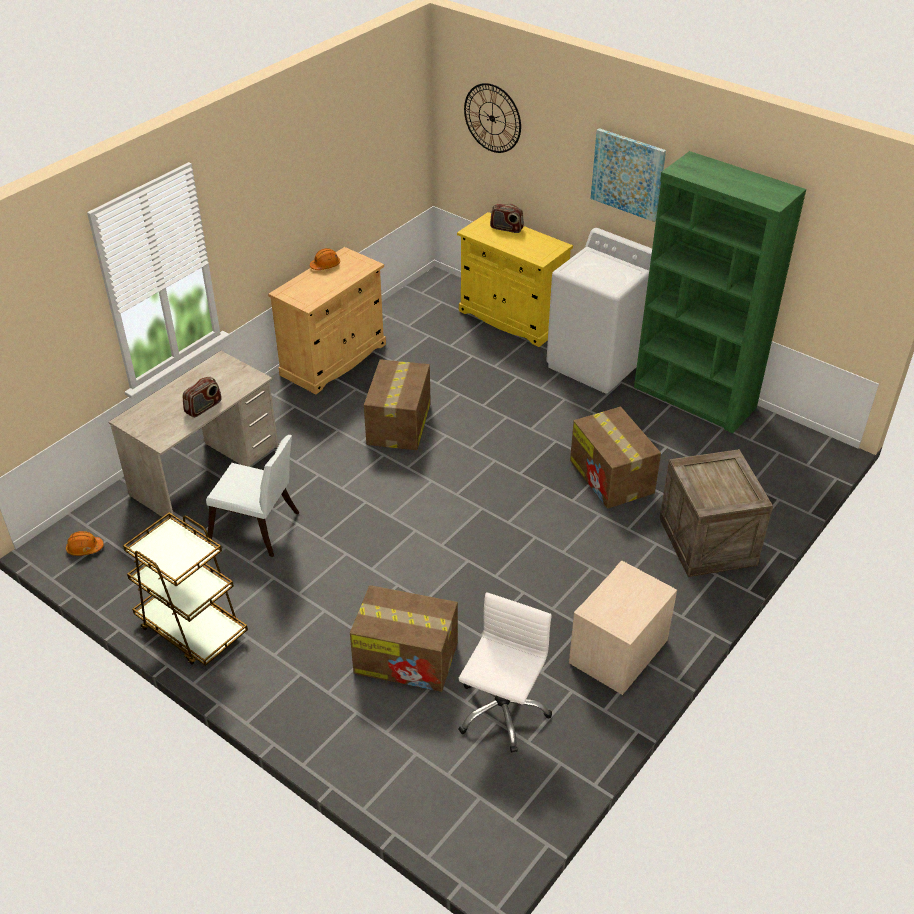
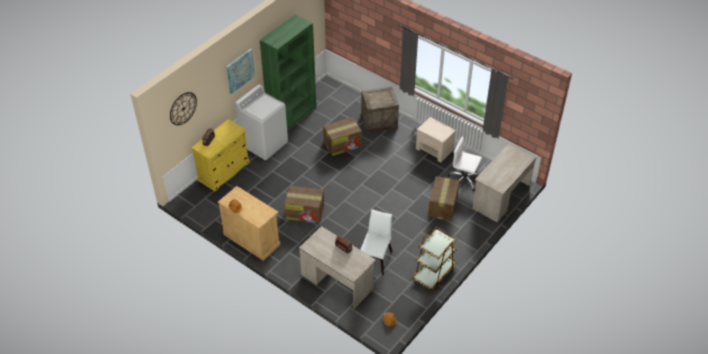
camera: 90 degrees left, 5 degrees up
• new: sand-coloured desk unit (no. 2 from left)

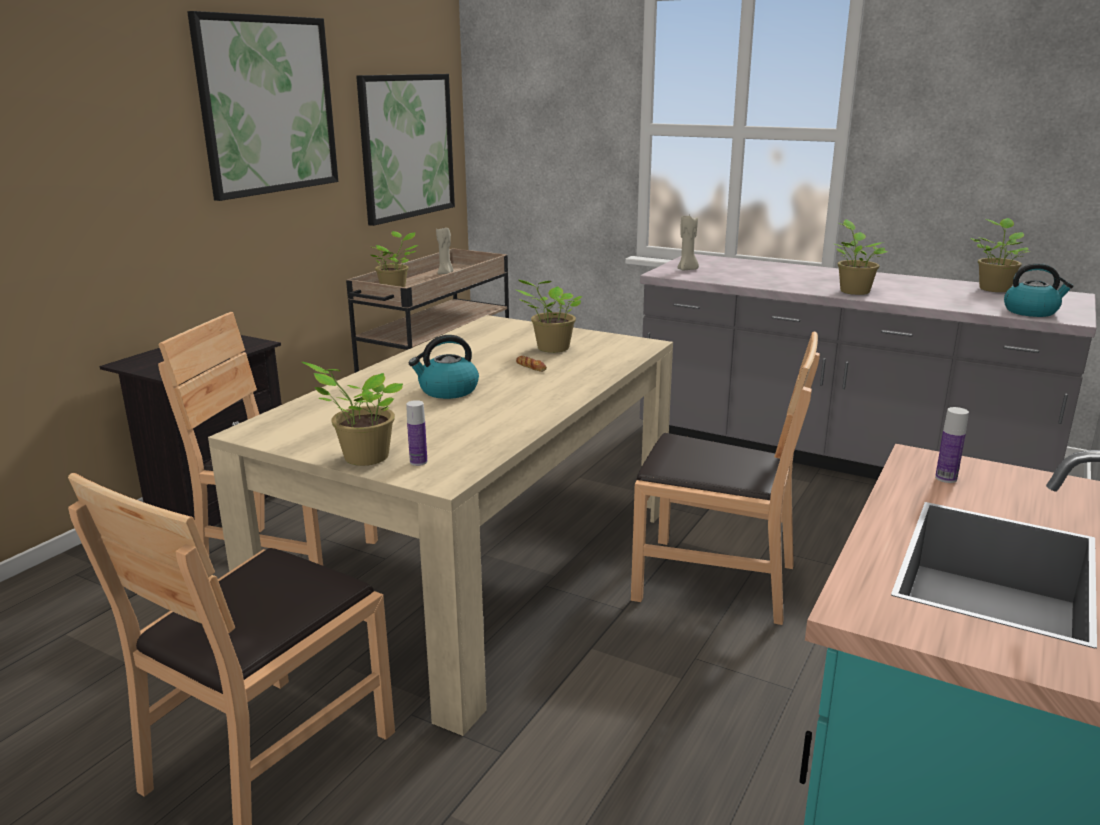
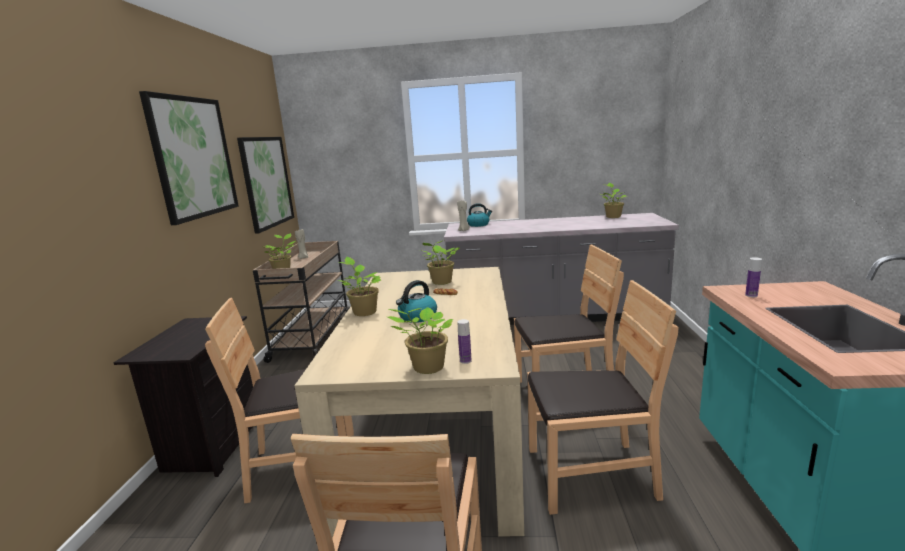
camera: 25 degrees left, 5 degrees down
• shifted: plant in a pot (no. 4 from left in the first image) to plant in a pot (no. 2 from left)
• shifted: kettle (no. 2 from left)
• new: brownish plain chair (no. 4 from left)

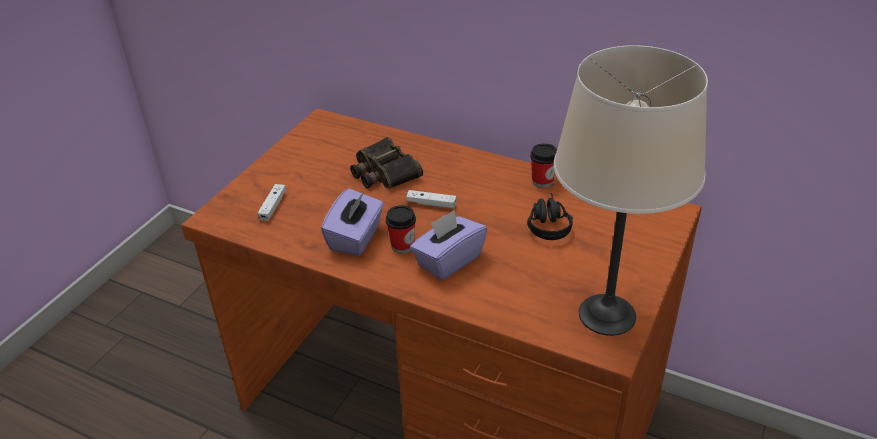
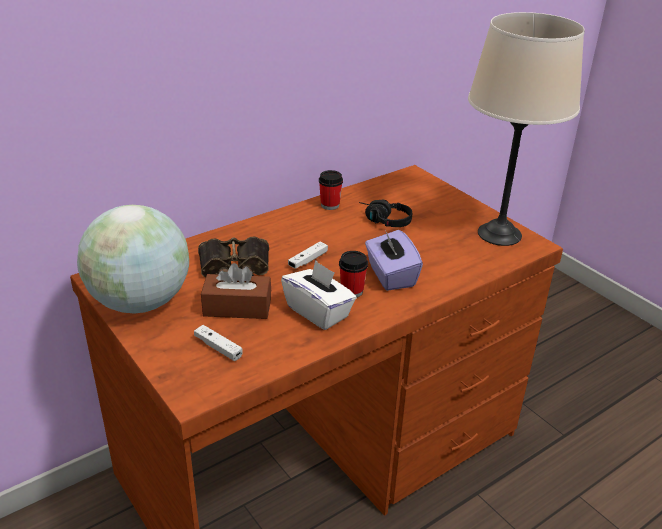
camera: 65 degrees left, 5 degrees down
• repainted: purple tissue box (no. 1 from left) to white tissue box
• new: desk globe
• new: brownish tissue box

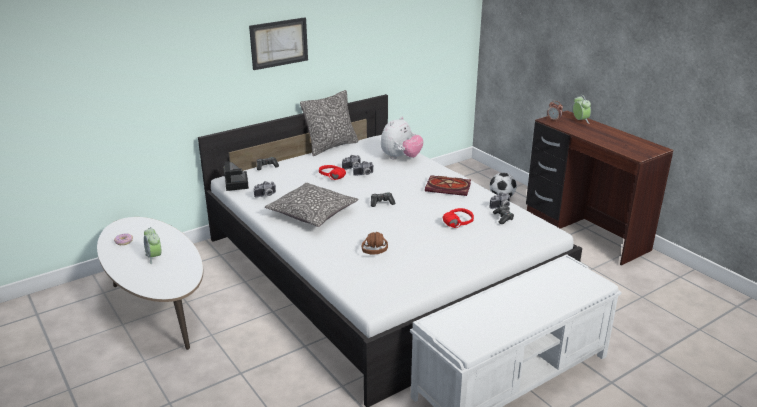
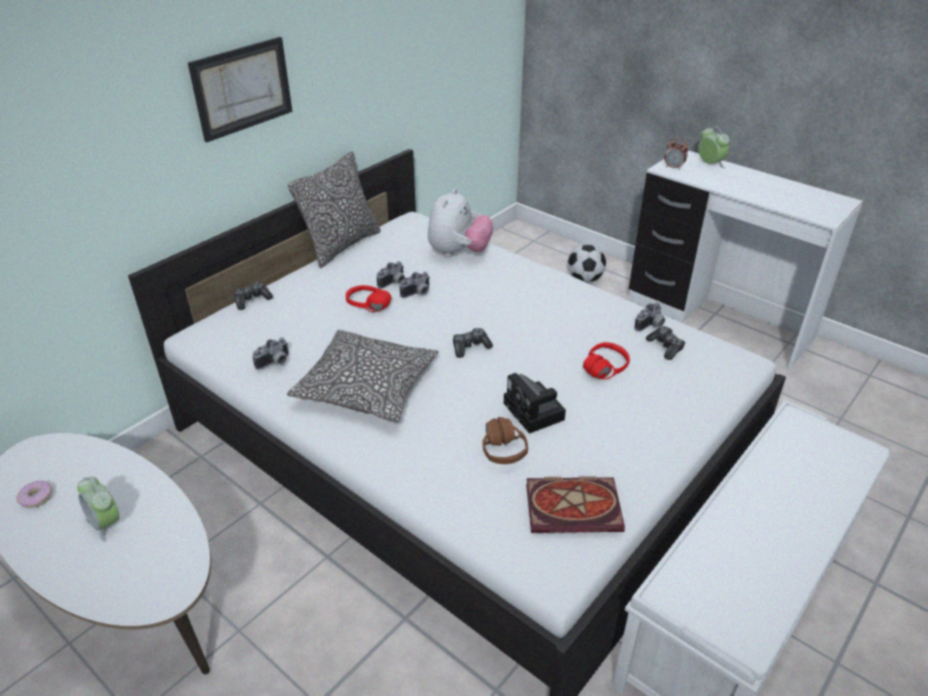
camera: 15 degrees left, 10 degrees up
• shifted: still camera (no. 1 from left in the first image) to still camera (no. 4 from left)
• shifted: bound book
• repainted: brownish desk unit to white desk unit

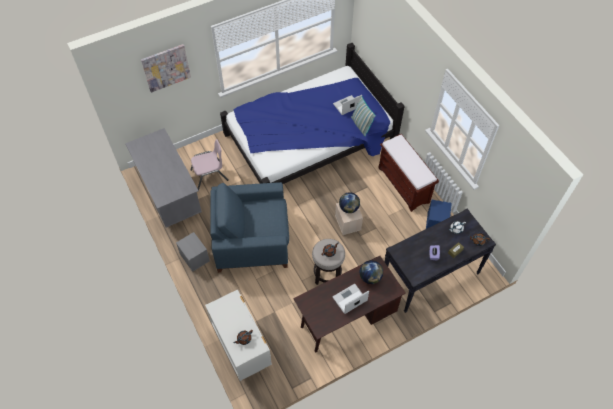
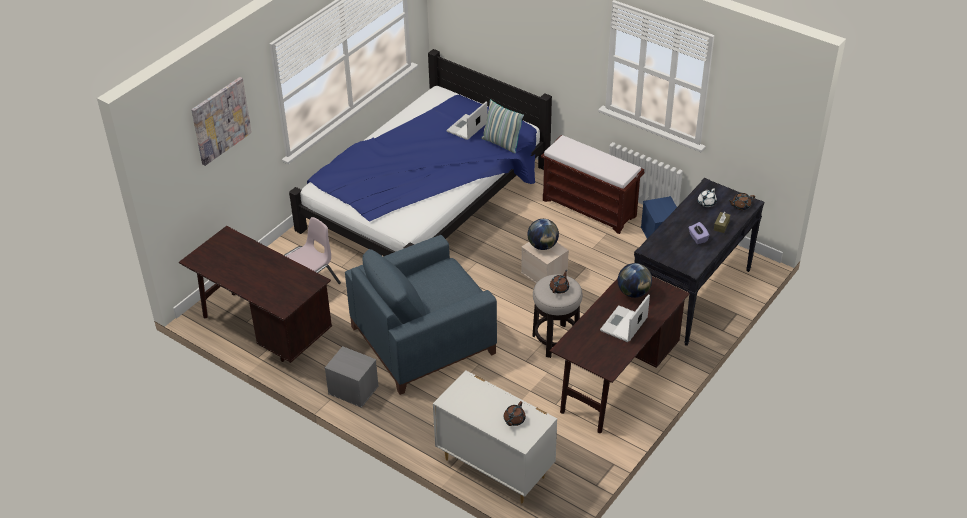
camera: 25 degrees left, 15 degrees down
• repainted: greyish desk unit to brownish desk unit (no. 1 from left)

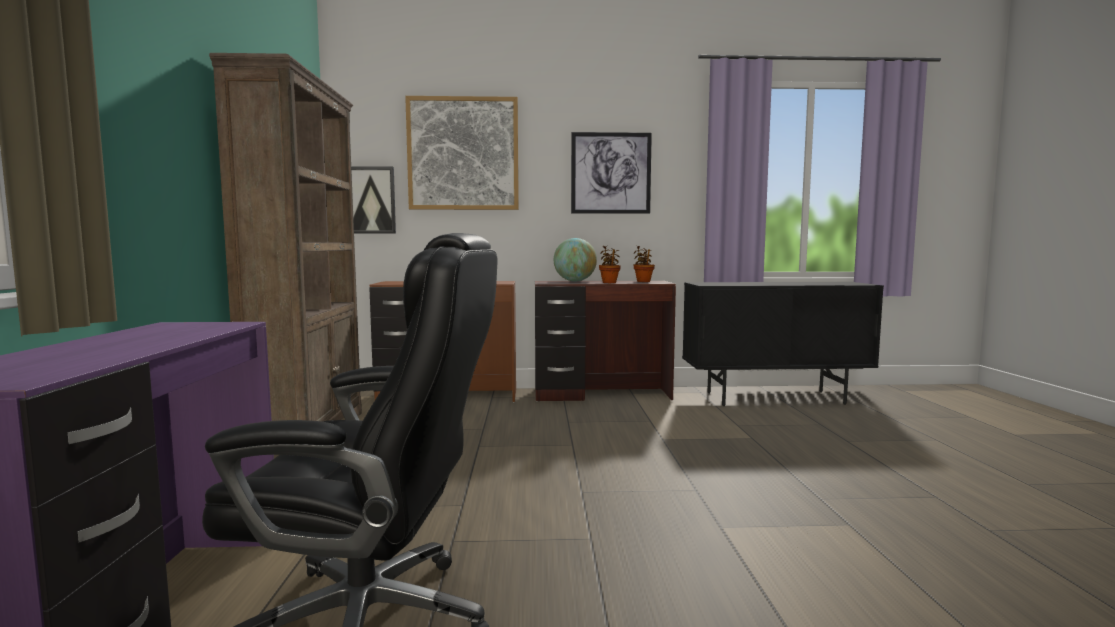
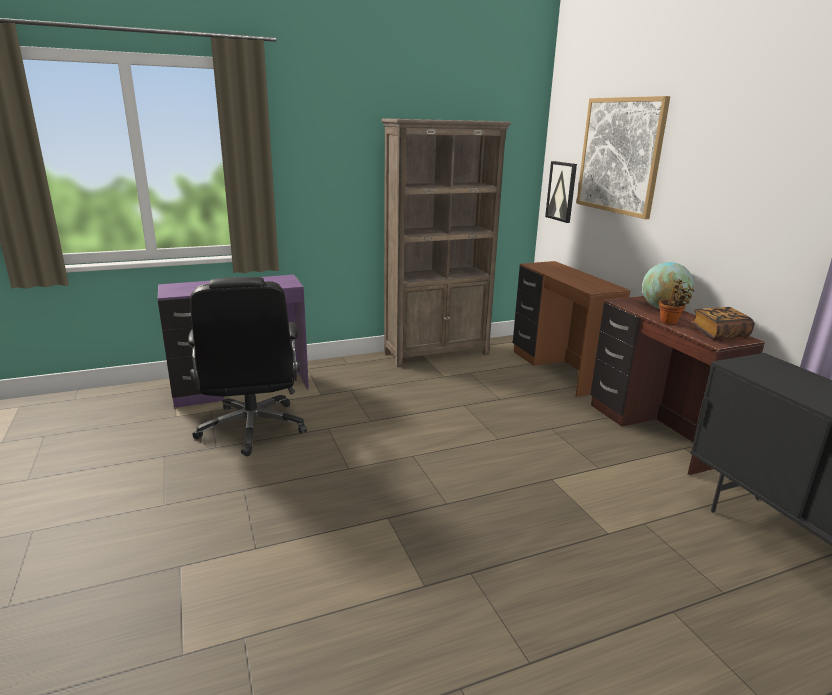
camera: 70 degrees right, 15 degrees up
• gone: wall art (no. 3 from left)
• swapped: plant in a pot (no. 2 from left) to bound book

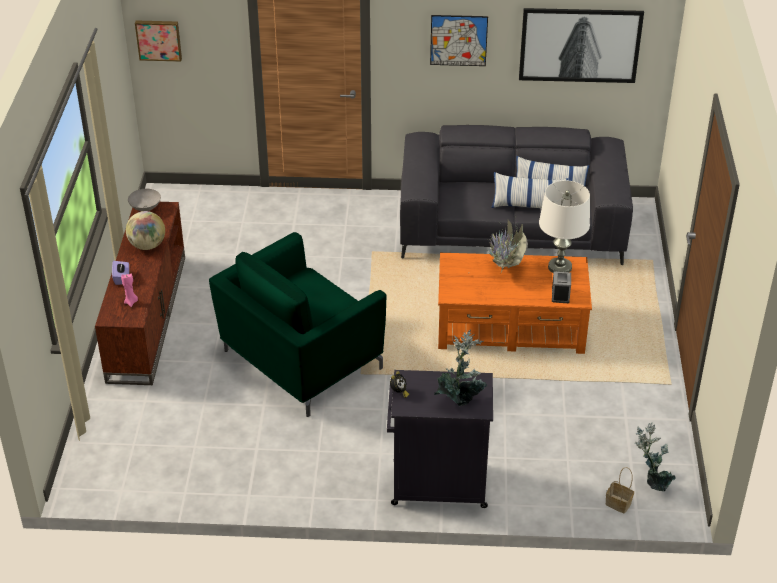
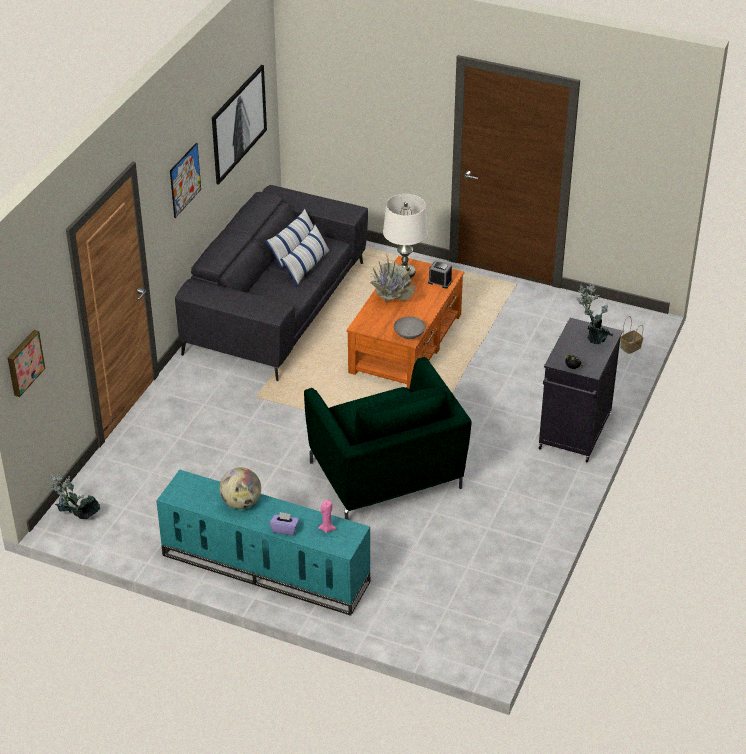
camera: 70 degrees left, 0 degrees up
• repainted: brownish tv unit to turquoise-coloured tv unit
• shifted: greyish deep dish
• shifted: plant in a pot (no. 3 from left in the first image) to plant in a pot (no. 1 from left)

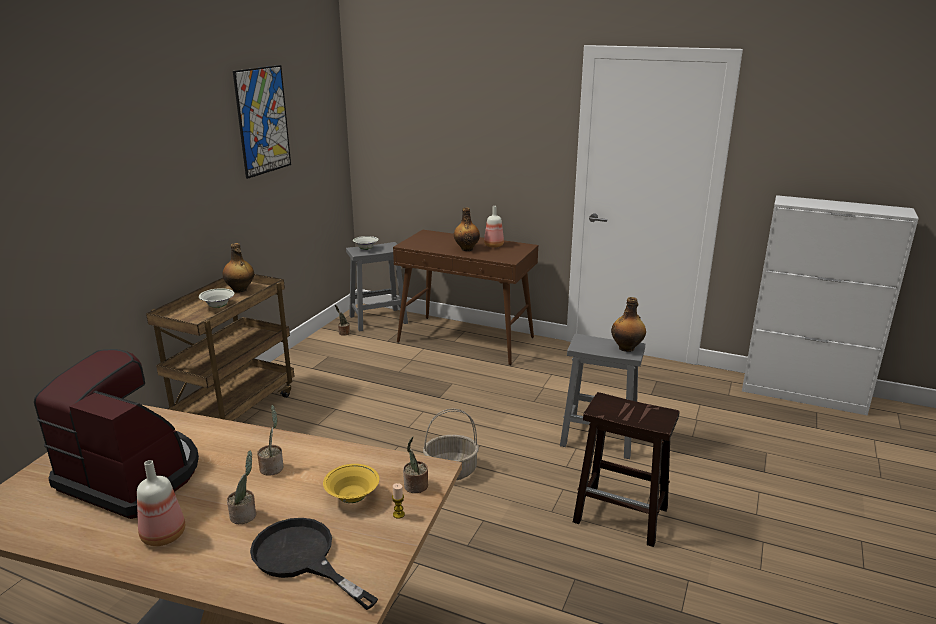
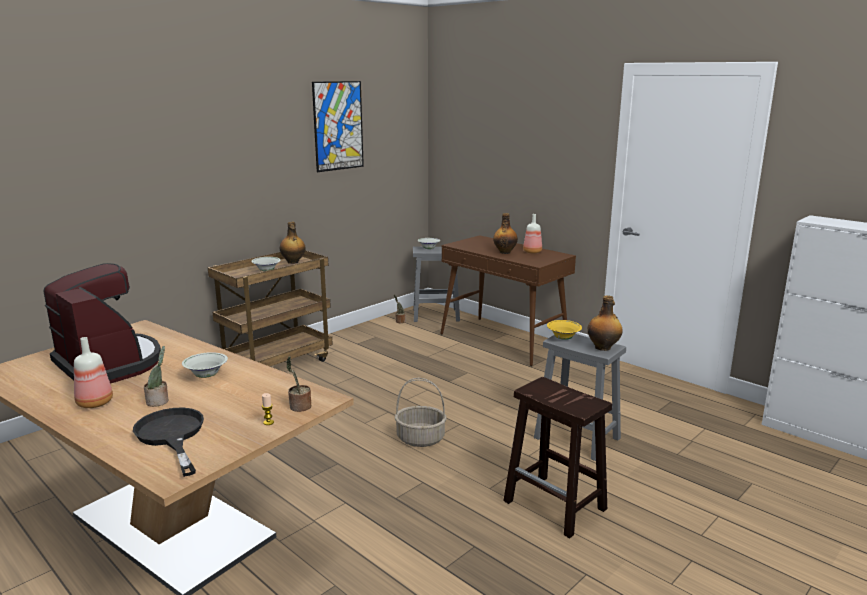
camera: 20 degrees right, 5 degrees down
• swapped: plant in a pot (no. 2 from left) to white deep dish (no. 1 from left)
• shifted: yellow deep dish

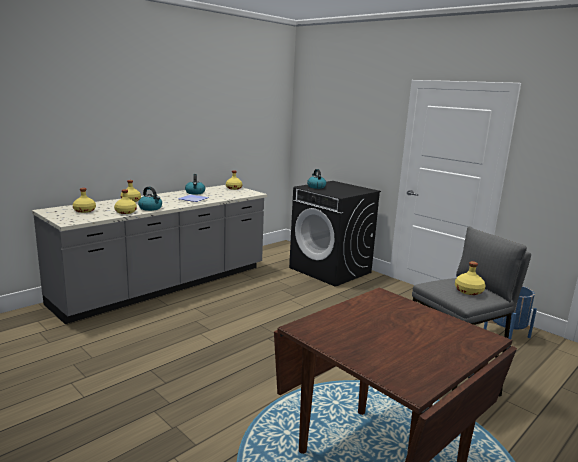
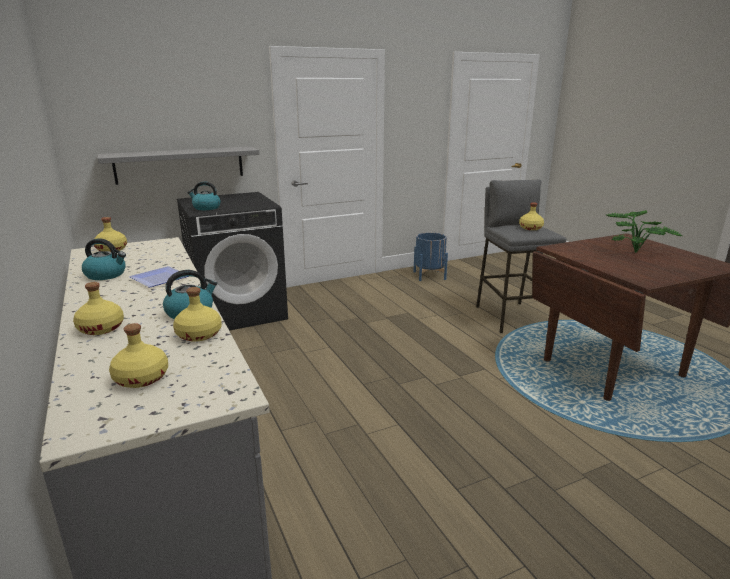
camera: 70 degrees left, 5 degrees up
• new: greyish wall shelf
• new: plant in a pot

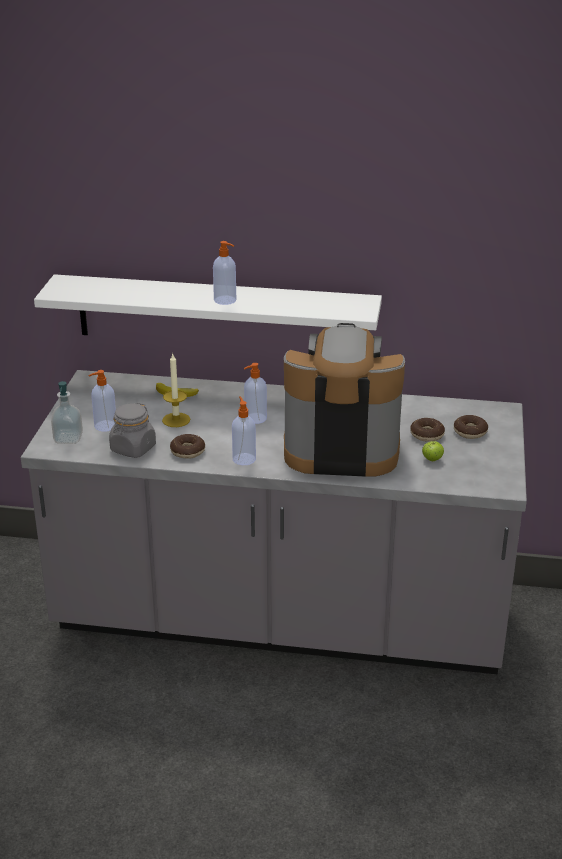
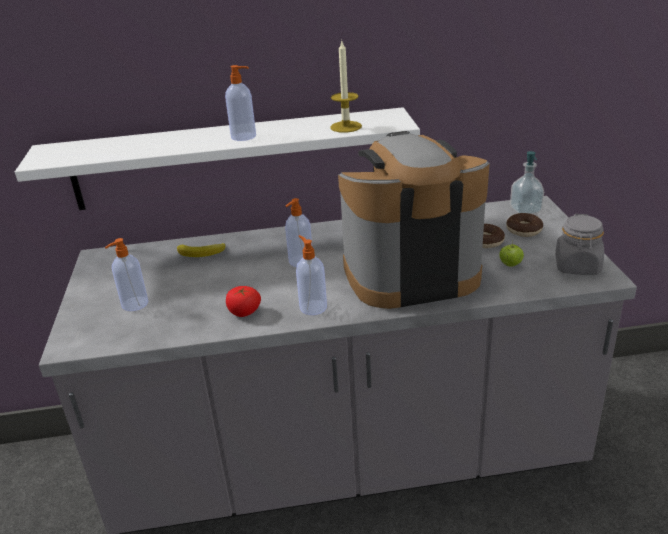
camera: 15 degrees left, 0 degrees up
• shifted: soap dispenser (no. 1 from left in the first image) to soap dispenser (no. 5 from left)
• shifted: greyish jar
• shifted: candle
• swapped: doughnut (no. 1 from left) to fresh tomato

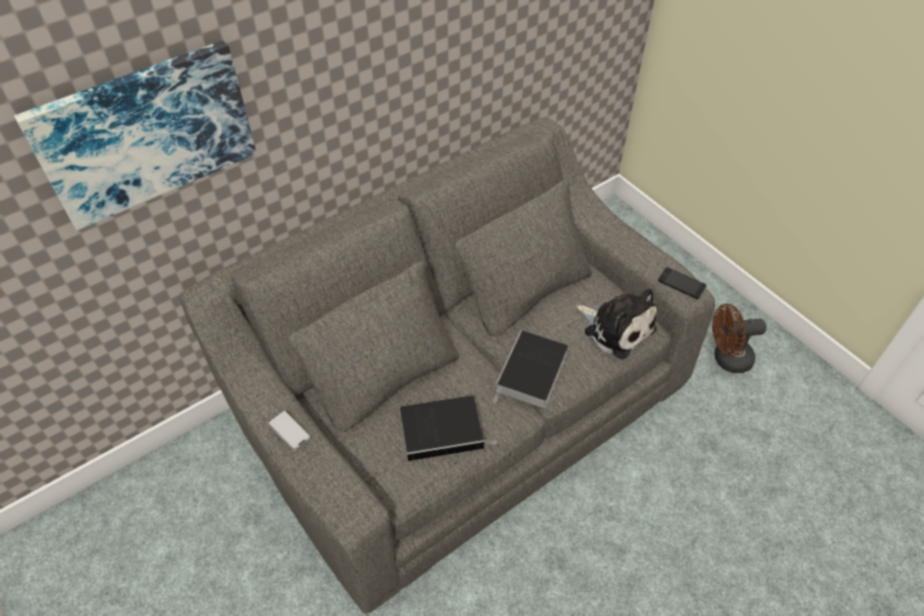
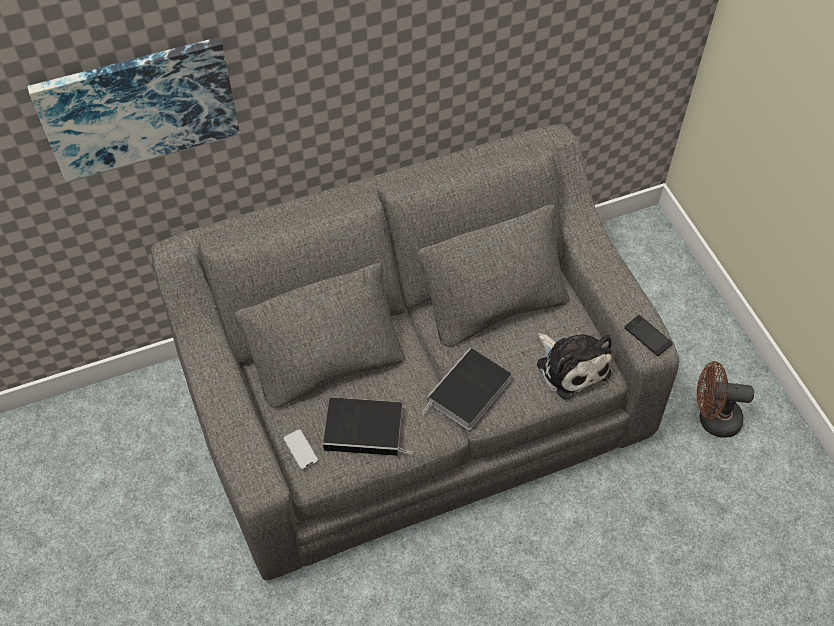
camera: 15 degrees right, 5 degrees up
• shifted: telephone (no. 1 from left)

